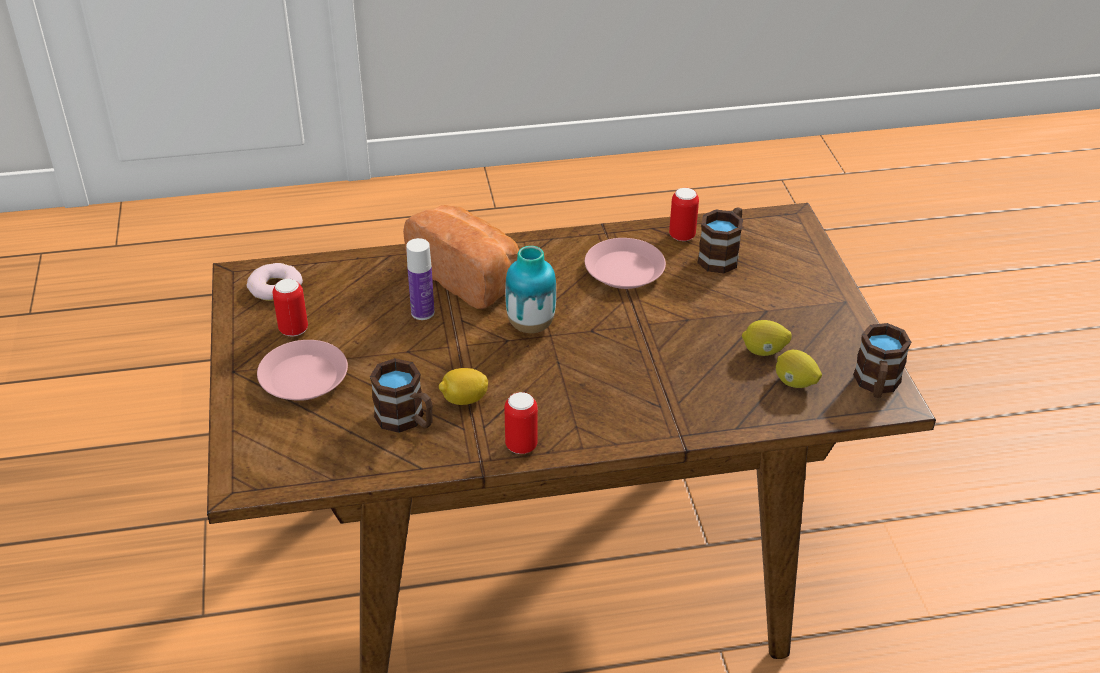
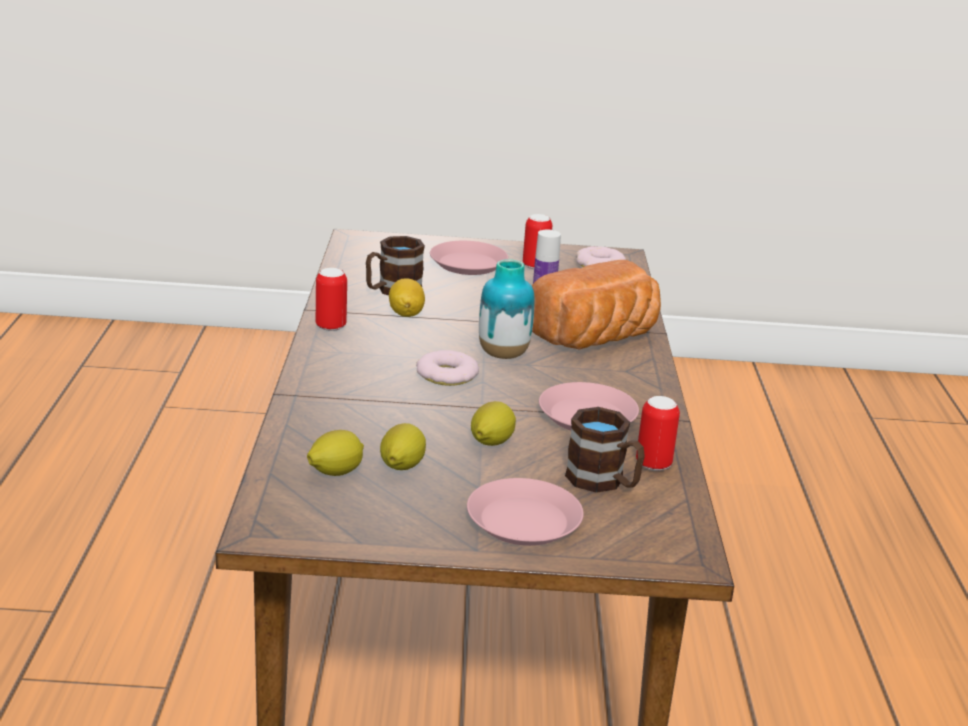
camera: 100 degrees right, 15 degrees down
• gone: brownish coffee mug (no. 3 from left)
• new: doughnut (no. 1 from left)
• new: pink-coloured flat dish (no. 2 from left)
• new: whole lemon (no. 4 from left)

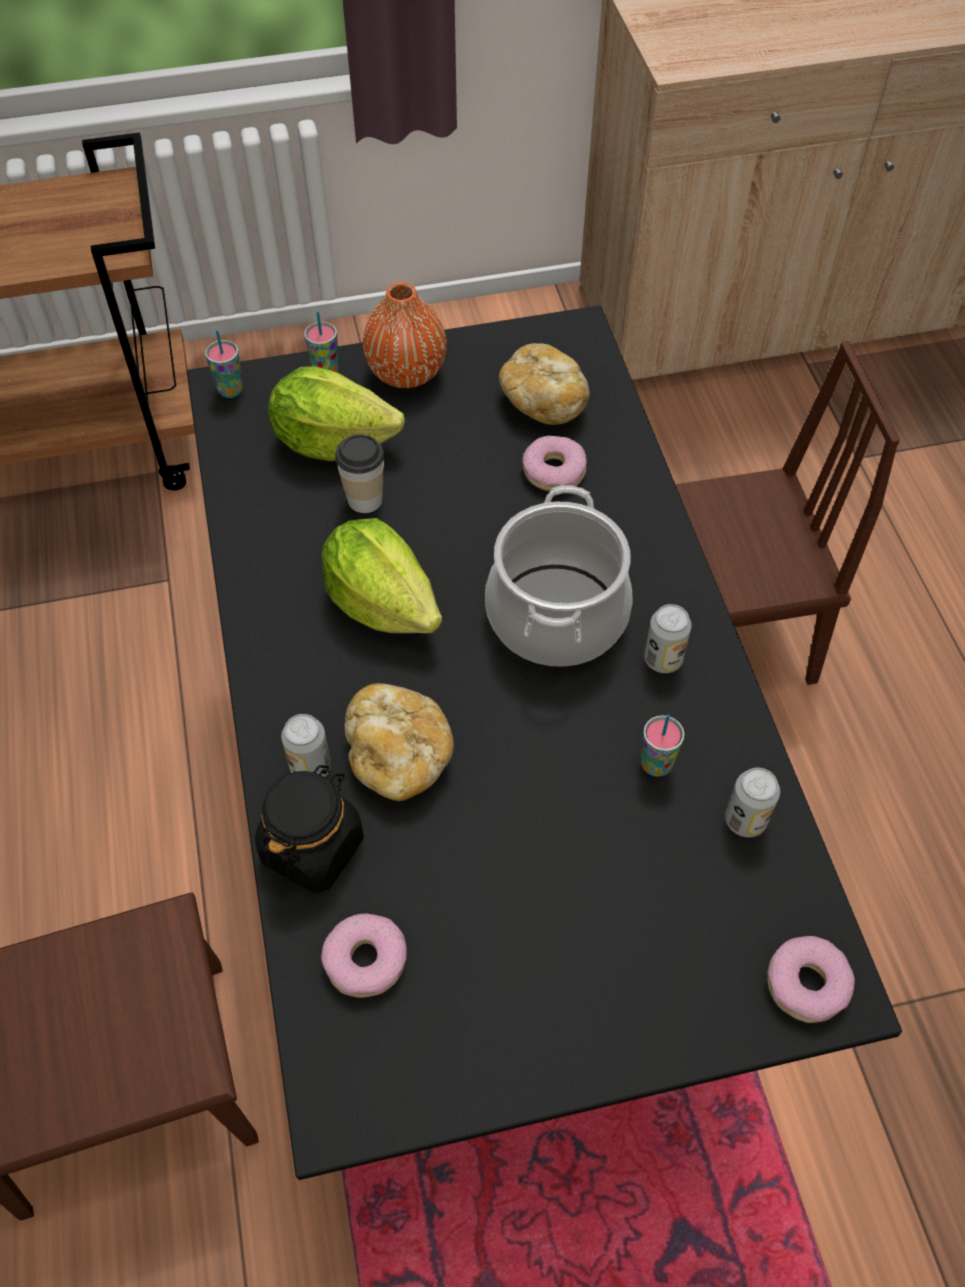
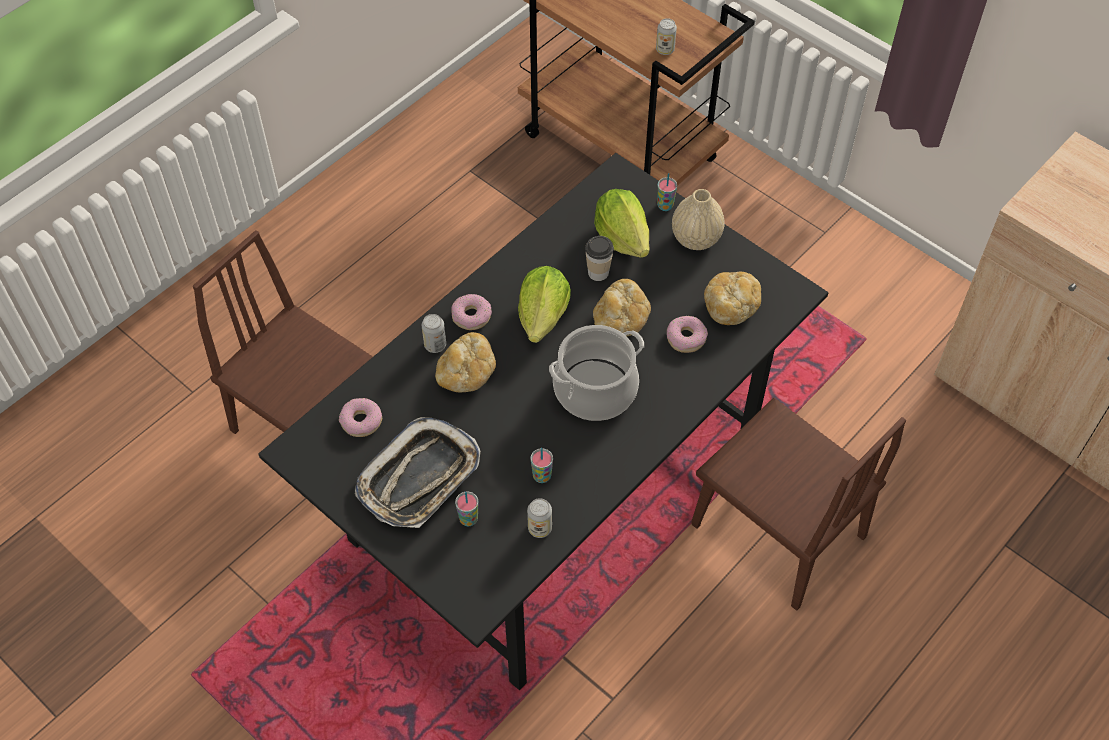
camera: 55 degrees right, 0 degrees up
• shifted: small cup (no. 1 from left)
• gone: blackish jar
• repainted: orange vase to sand-coloured vase
• shifted: metal can (no. 2 from left in the first image) to metal can (no. 3 from left)
• shifted: doughnut (no. 3 from left in the first image) to doughnut (no. 2 from left)
• new: tray
• new: bakery bread (no. 2 from left)

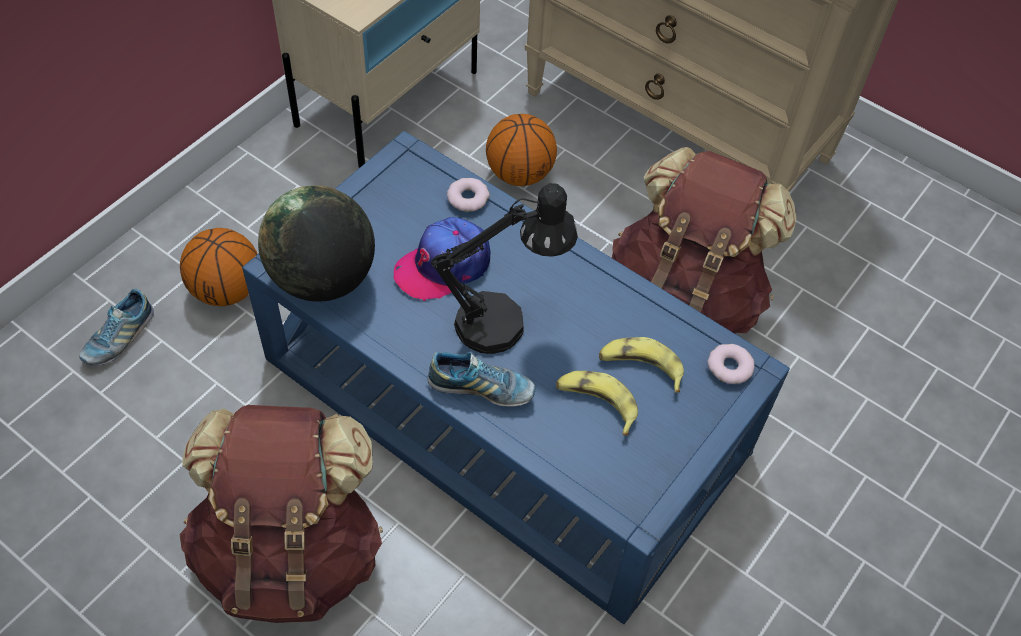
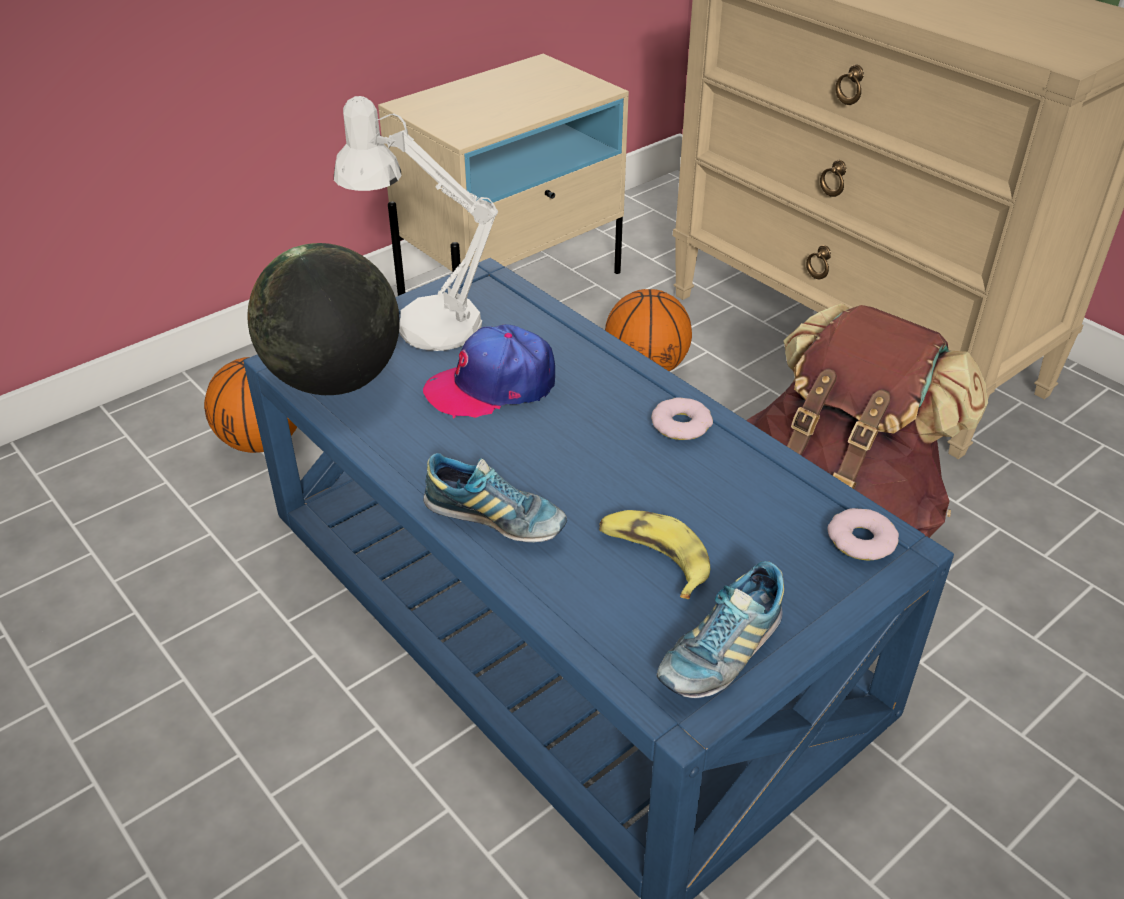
camera: 15 degrees right, 15 degrees down
• shifted: low shoe (no. 1 from left in the first image) to low shoe (no. 2 from left)
• gone: brownish knapsack (no. 1 from left)
• gone: blackish table lamp
• shifted: doughnut (no. 1 from left)
• gone: whole banana (no. 2 from left)
• new: white table lamp

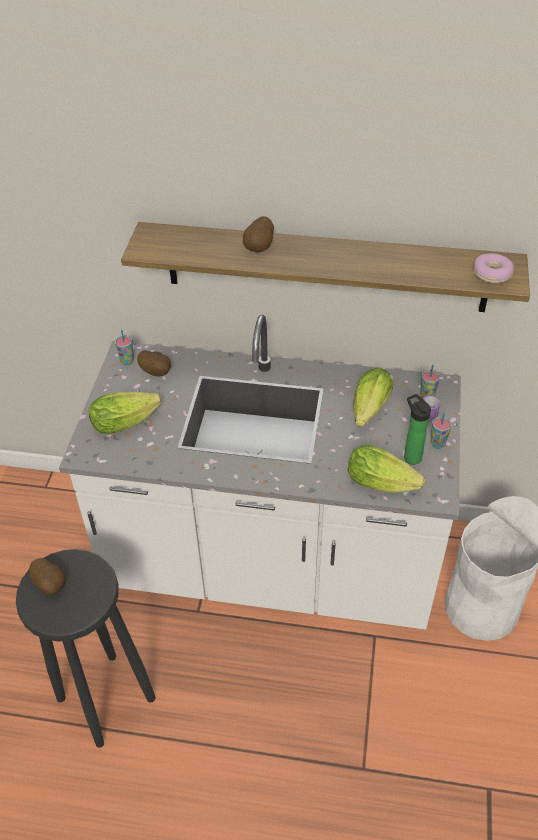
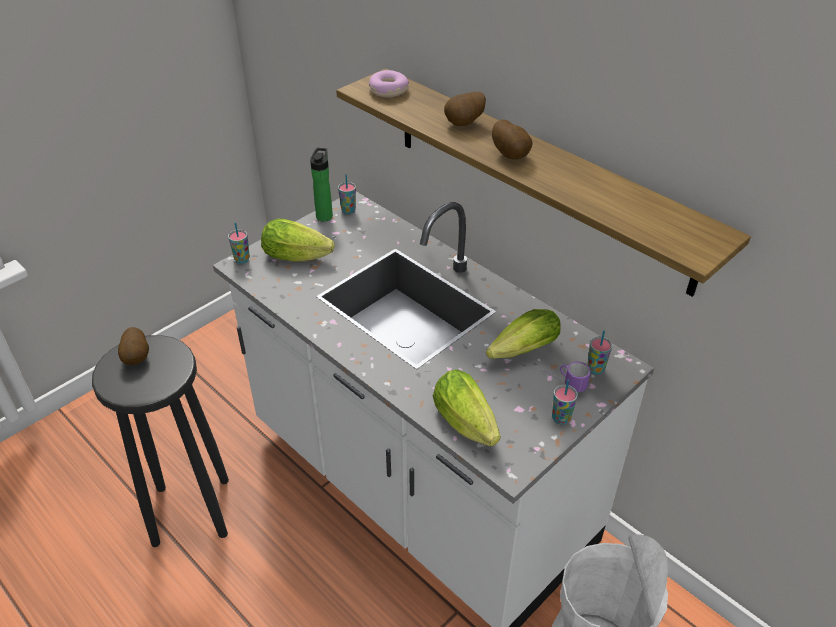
camera: 35 degrees right, 5 degrees down
• shifted: whole potato (no. 2 from left in the first image) to whole potato (no. 3 from left)
• shifted: beverage bottle
• shifted: doughnut
• new: small cup (no. 1 from left)

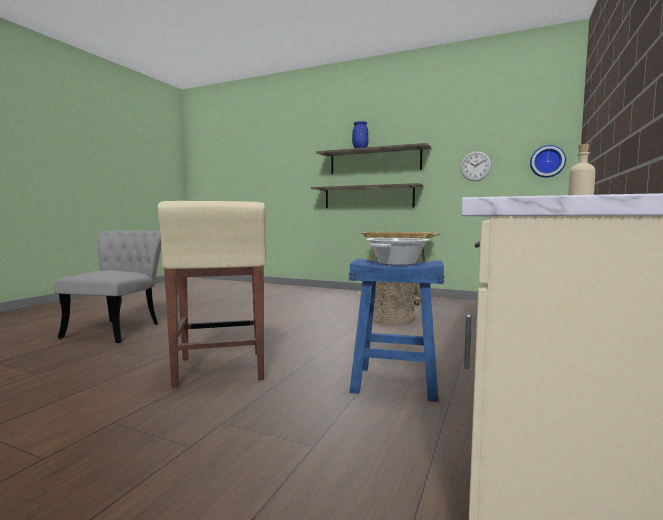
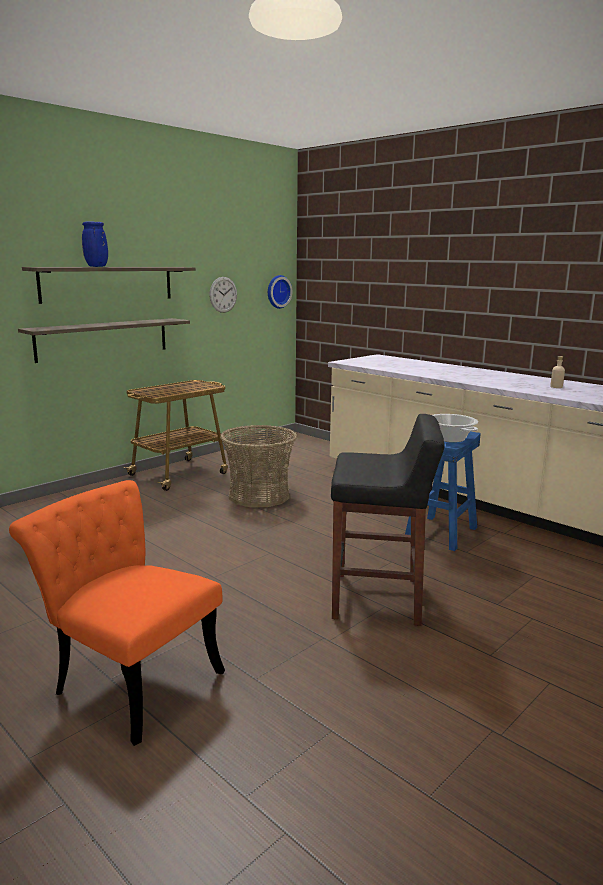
camera: 70 degrees left, 10 degrees up
• repainted: greyish plain chair to orange plain chair
• repainted: sand-coloured sitting stool to blackish sitting stool

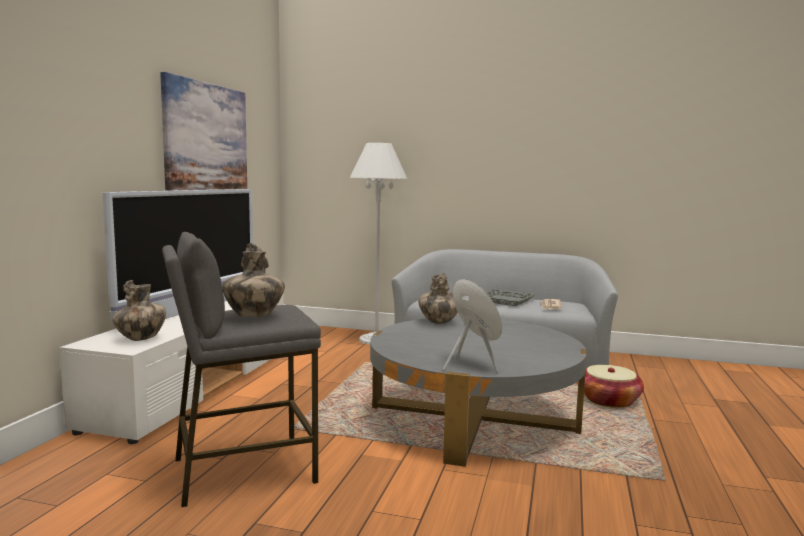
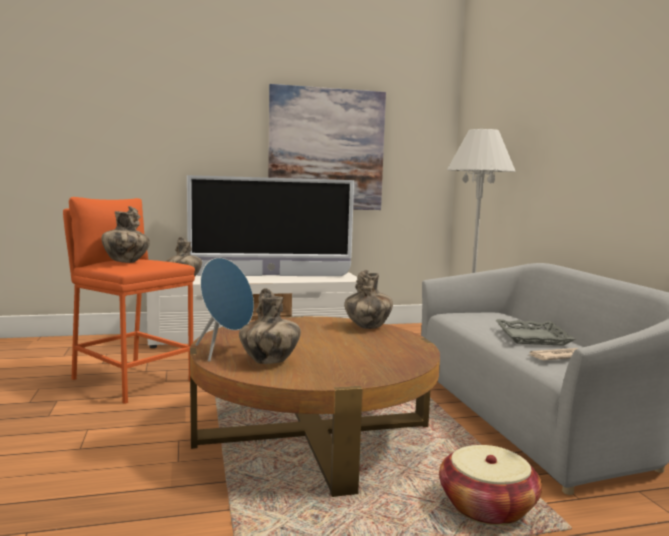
camera: 60 degrees right, 0 degrees up
• repainted: greyish sitting stool to orange sitting stool
• repainted: greyish low table to brownish low table
• new: vase (no. 3 from left)

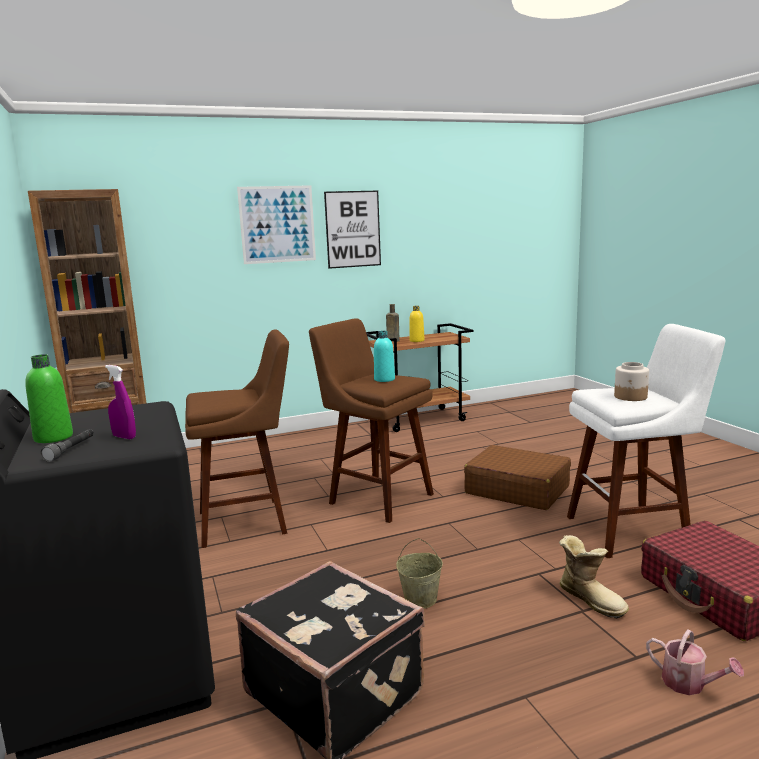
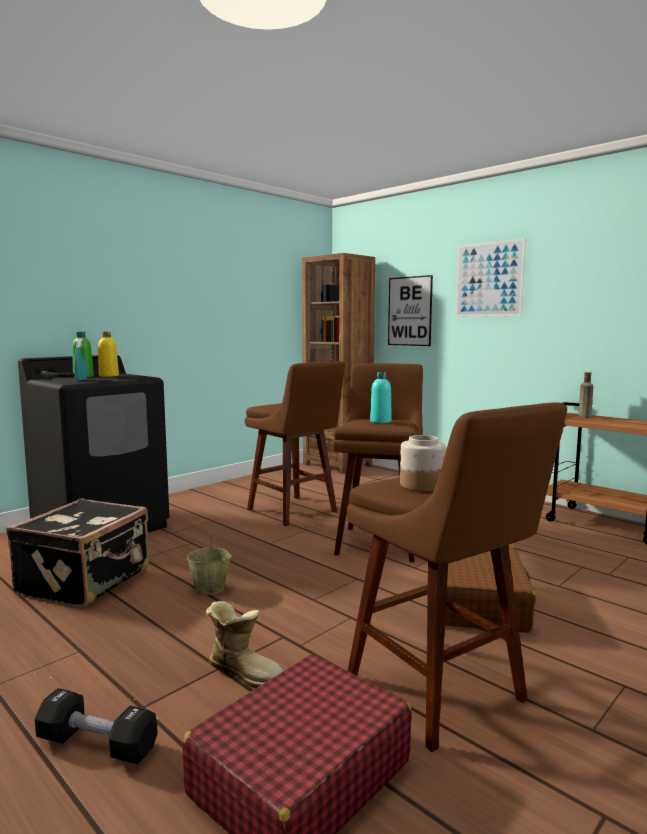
camera: 65 degrees right, 5 degrees down
• repainted: purple sprayer to turquoise-coloured sprayer
• shifted: wall art (no. 2 from left in the first image) to wall art (no. 1 from left)
• shifted: yellow beverage bottle
• rotated: boot 90 degrees counterclockwise
• repainted: white sitting stool to brownish sitting stool (no. 3 from left)
• swapped: sprinkling can to blackish free weight

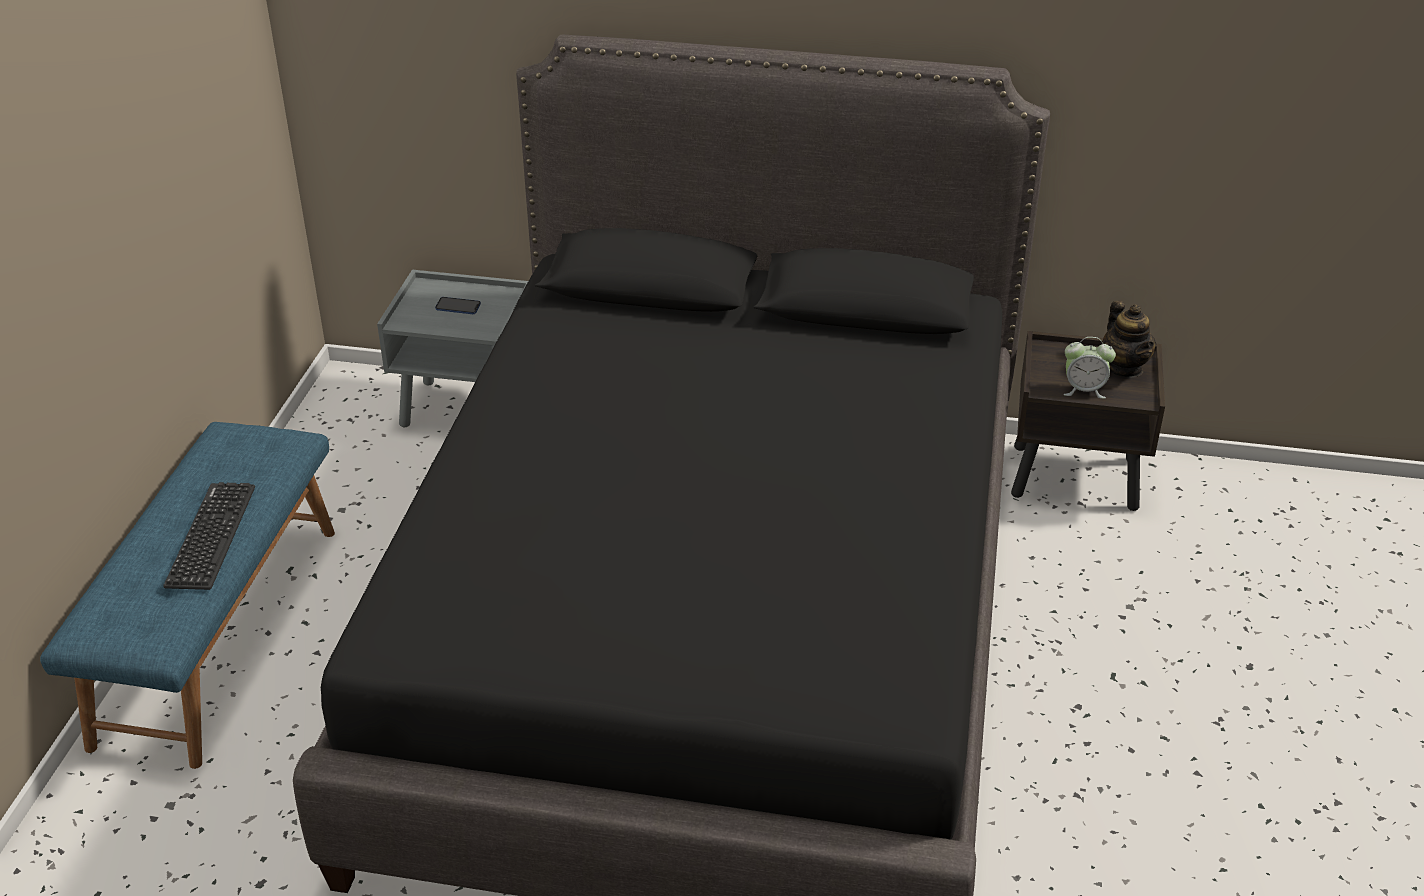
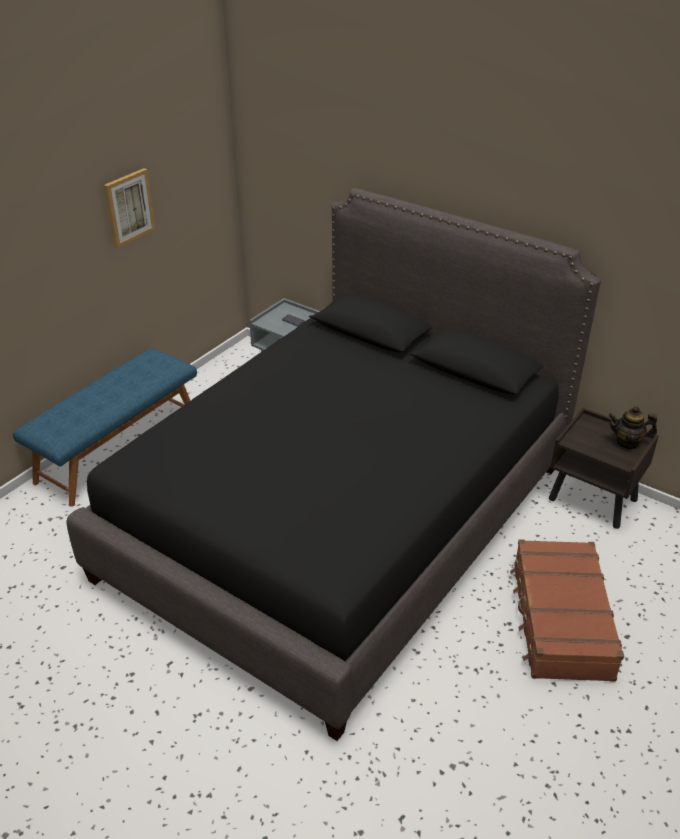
camera: 25 degrees right, 0 degrees up
• gone: PC keyboard
• gone: bedside clock
• rotated: teapot 90 degrees clockwise
• new: wall art
• new: brownish travel case

